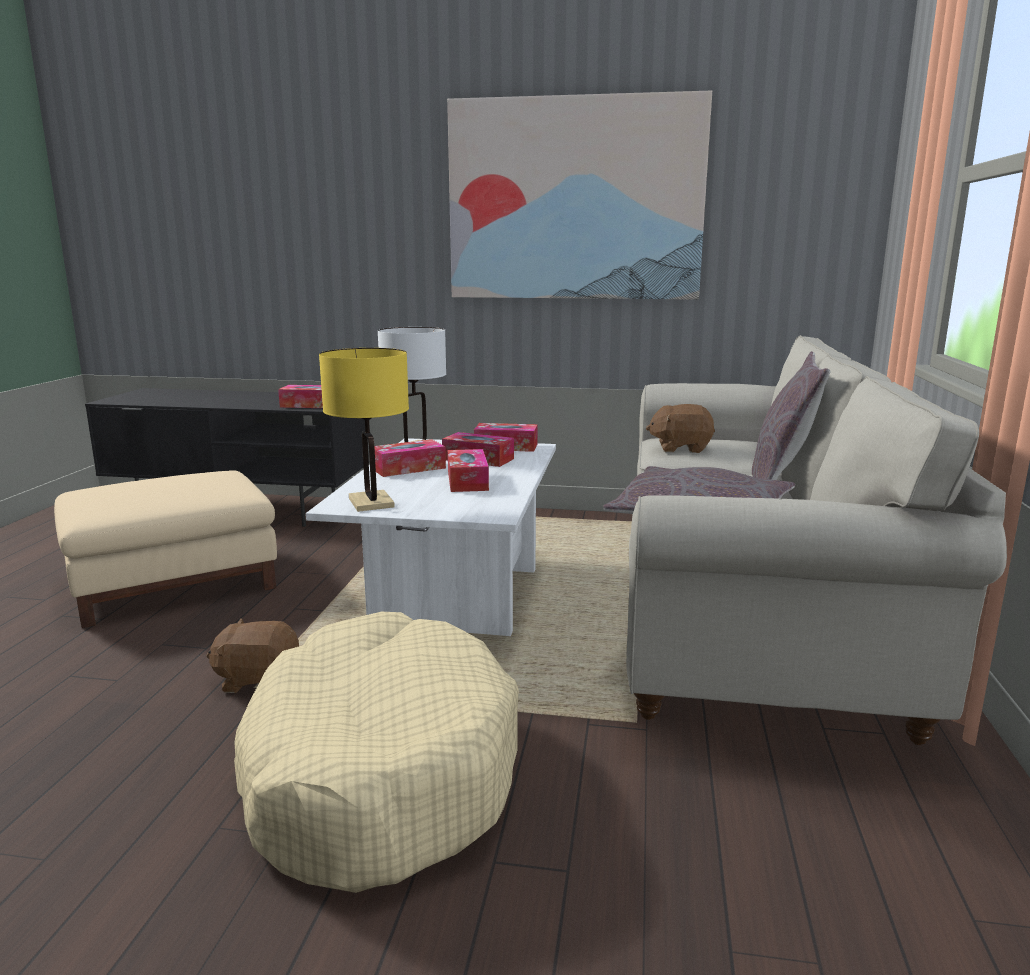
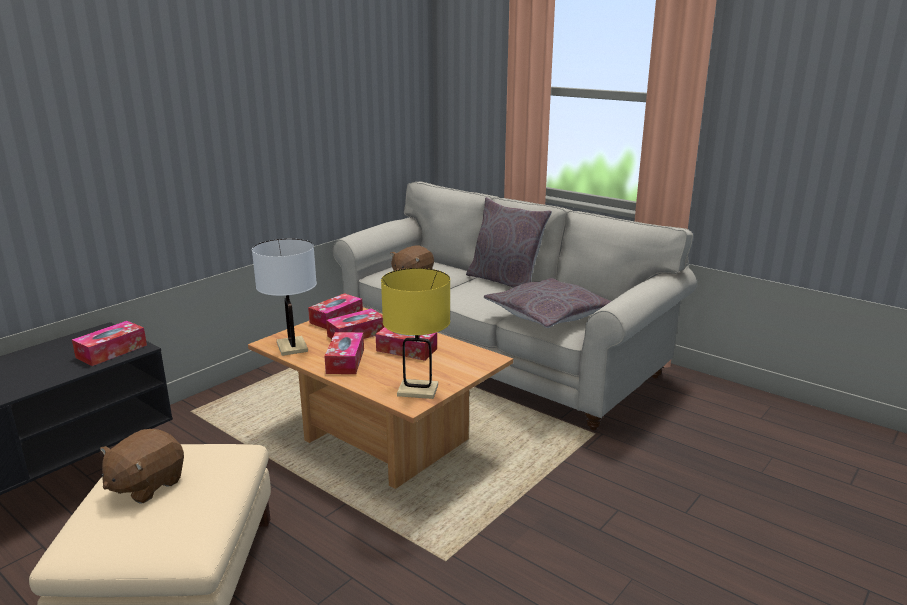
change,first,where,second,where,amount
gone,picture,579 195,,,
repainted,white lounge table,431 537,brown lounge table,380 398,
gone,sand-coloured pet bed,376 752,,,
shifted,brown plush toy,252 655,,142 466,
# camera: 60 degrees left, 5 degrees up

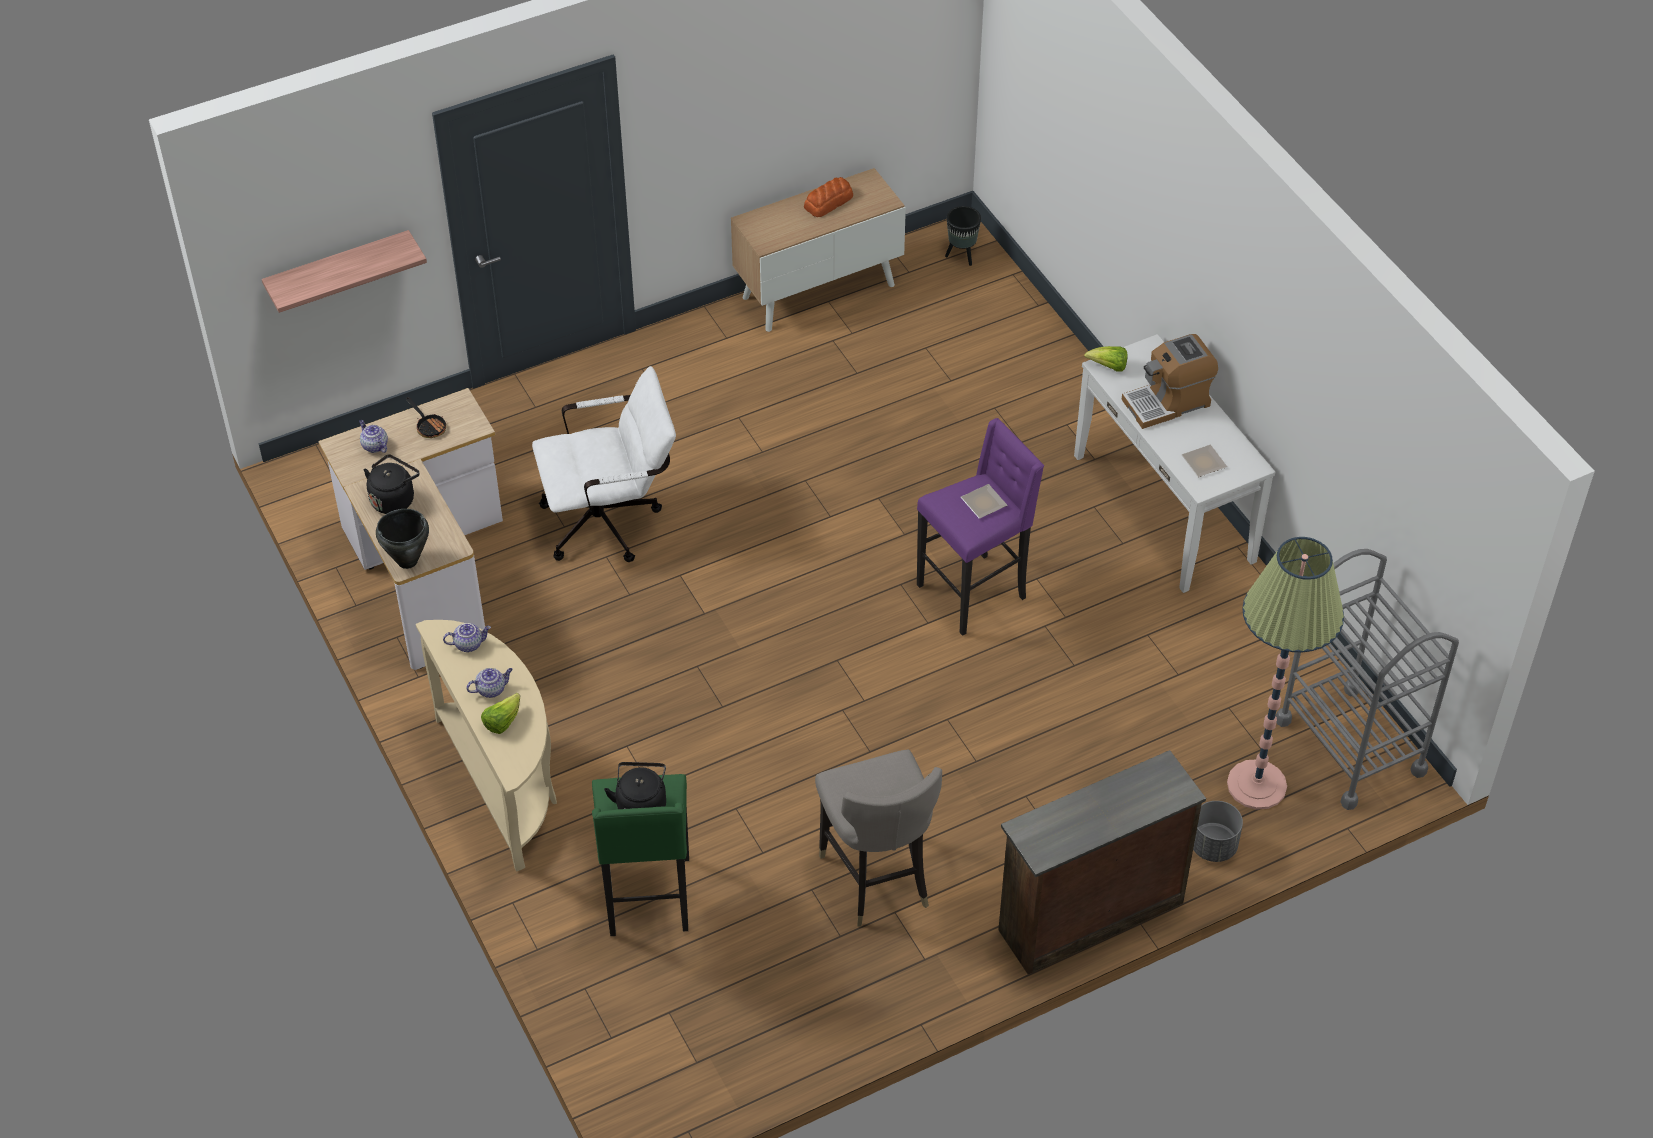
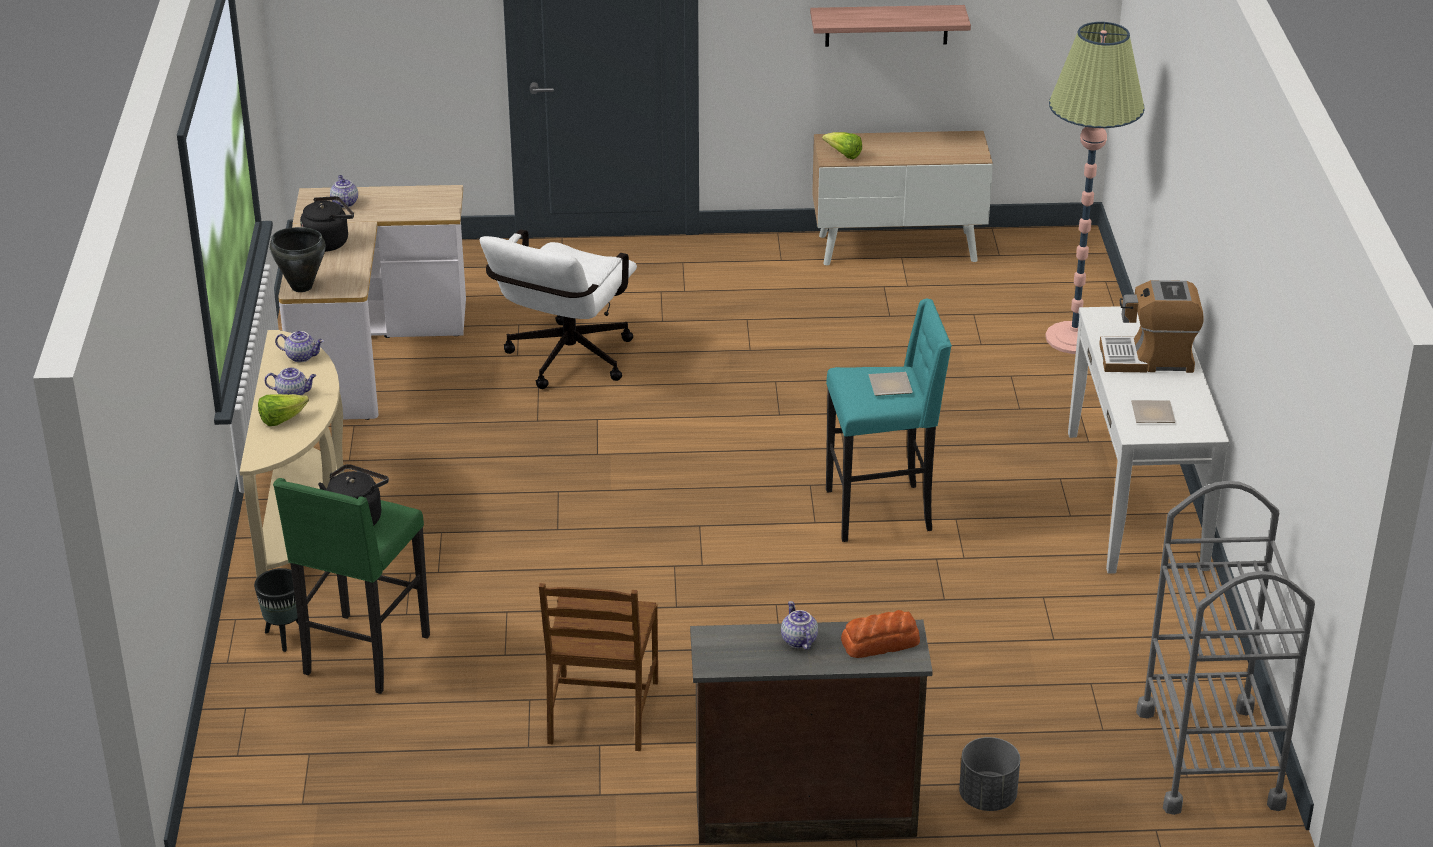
change,first,where,second,where,amount
shifted,baked bread,828 197,,880 634,
shifted,black-coloured planter,963 236,,276 610,
shifted,shelf,344 271,,890 26,
shifted,head of lettuce,1106 359,,842 145,
rotated,white computer chair,604 464,,558 309,105 degrees clockwise
gone,frying pan,426 417,,,
repainted,purple-coloured stool seat,980 527,blue-green stool seat,889 420,
shifted,standard lamp,1285 673,,1095 188,
swapped,grey stool seat,878 838,brown chair,598 667,
new,,,pot for tea,799 625,
# camera: 25 degrees right, 15 degrees down

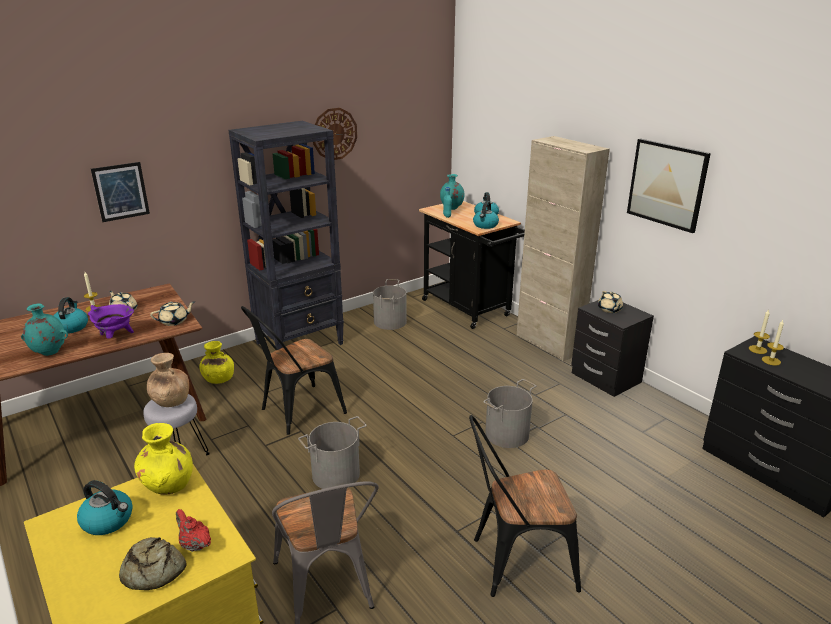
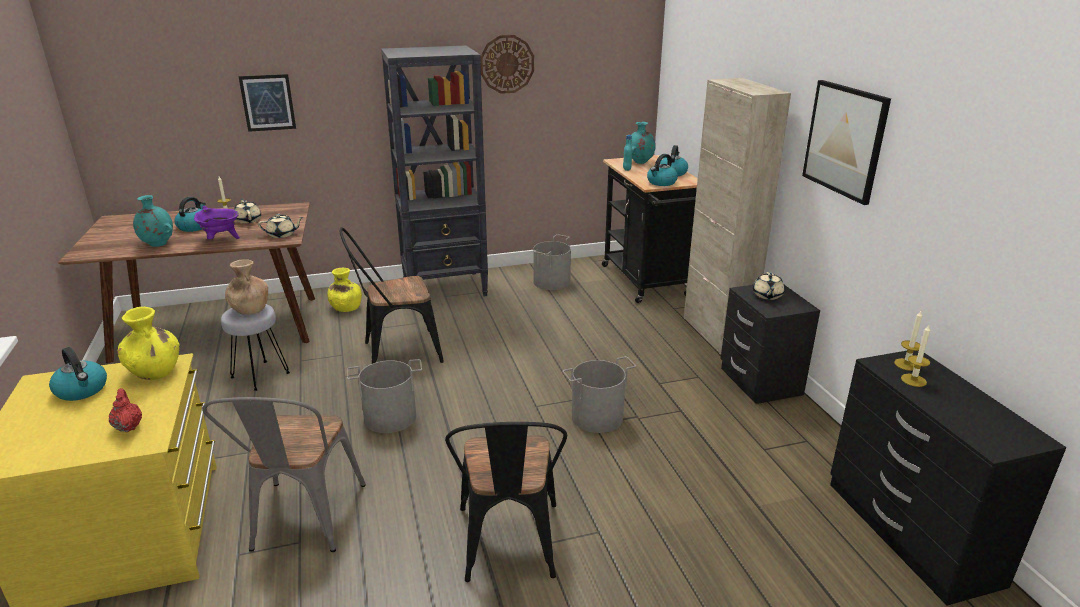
change,first,where,second,where,amount
rotated,black-coloured chair,525 506,,506 502,105 degrees counterclockwise
gone,baked bread,153 563,,,
# camera: 20 degrees right, 0 degrees up

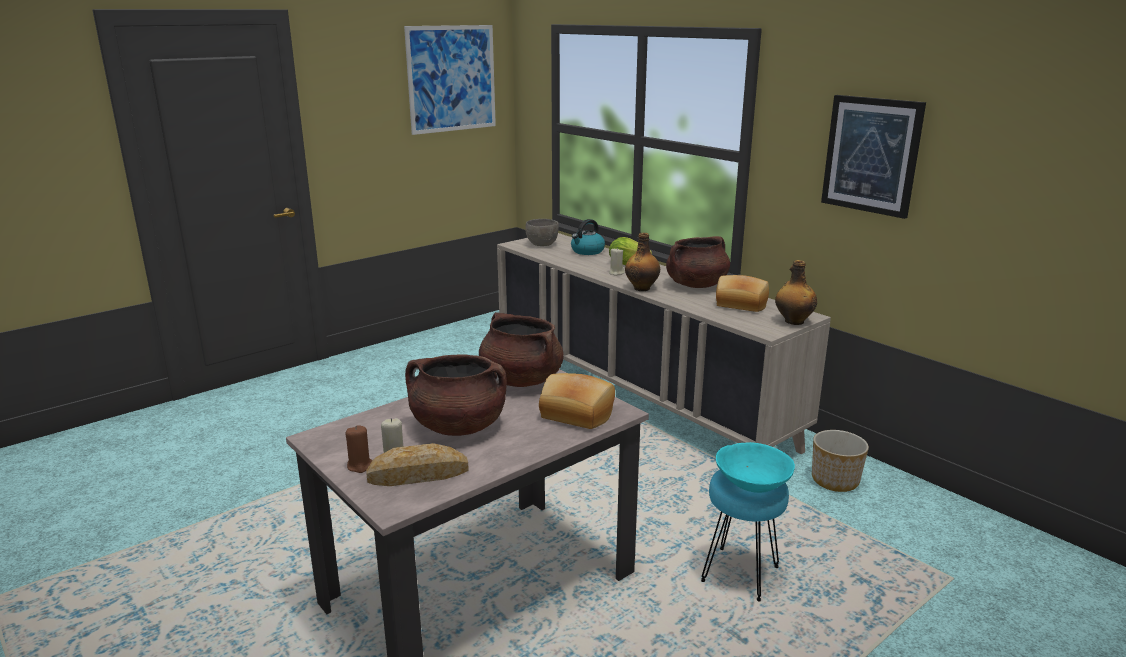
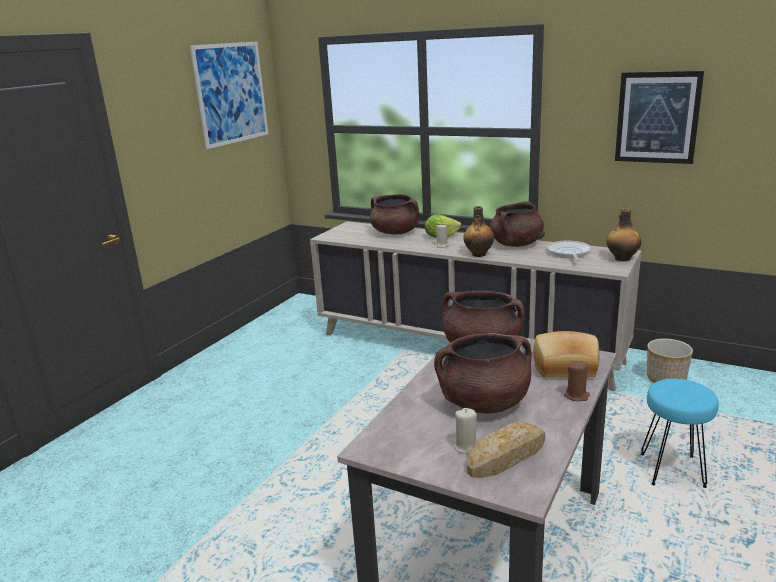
change,first,where,second,where,amount
gone,grey bowl,542 232,,,
swapped,kettle,588 237,brown saucepot,394 214,
swapped,baked bread,742 293,frying pan,569 251,
shifted,brown candle,359 449,,577 381,
gone,blue-green bowl,755 467,,,
# camera: 20 degrees left, 0 degrees up

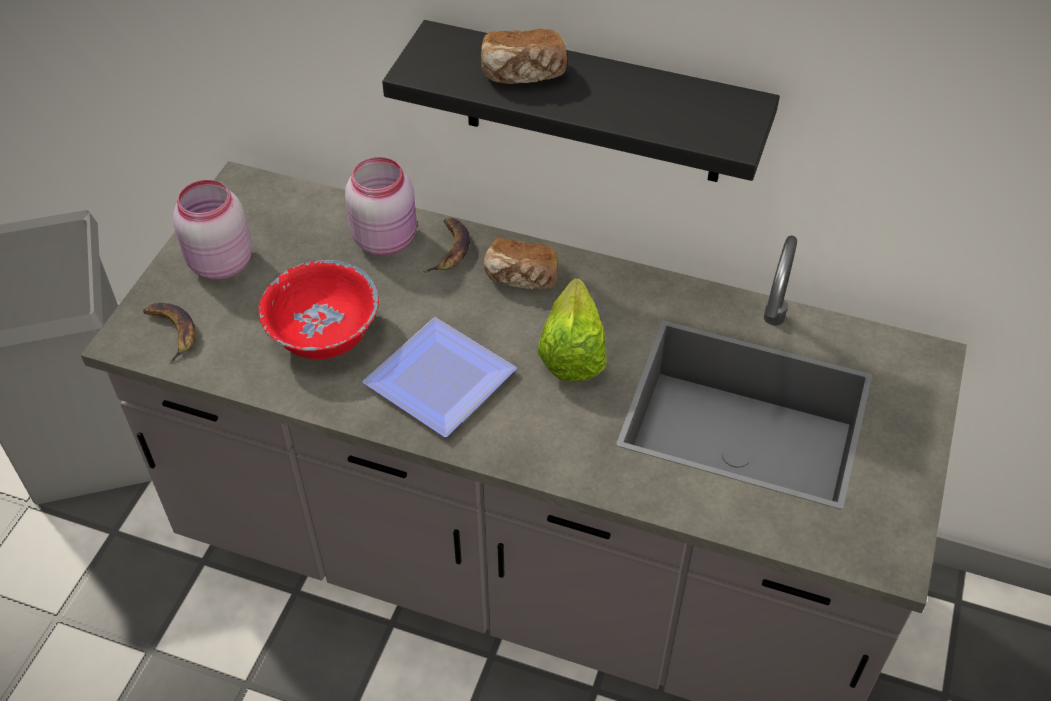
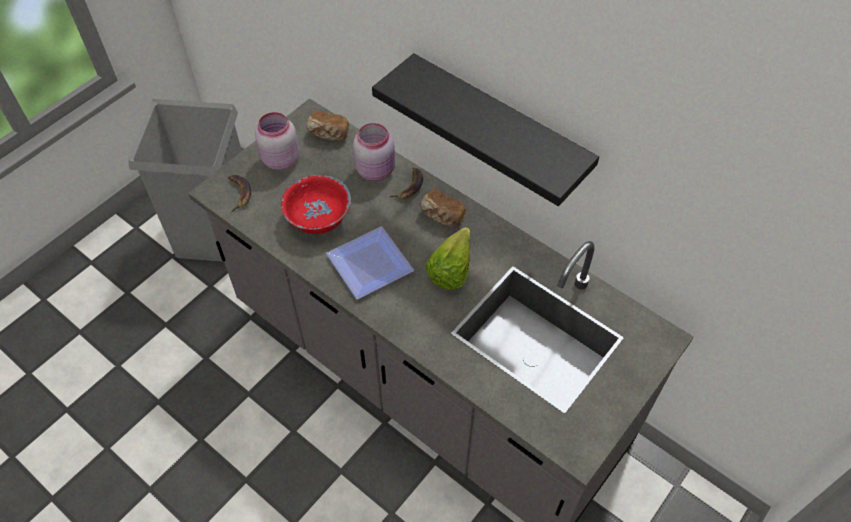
change,first,where,second,where,amount
shifted,baked bread,524 56,,327 125,
# camera: 20 degrees right, 5 degrees up

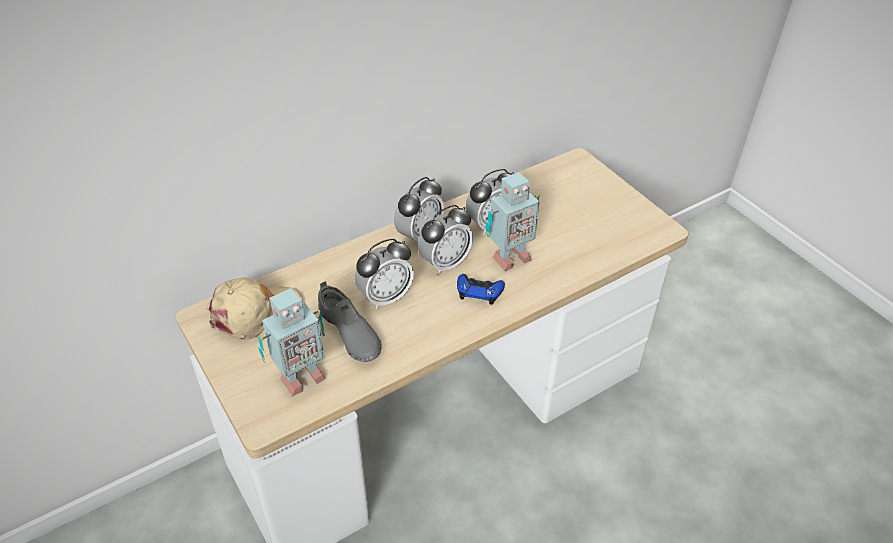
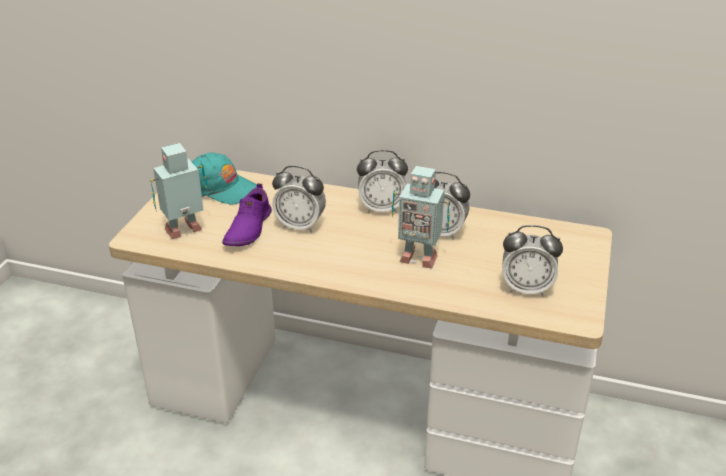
change,first,where,second,where,amount
shifted,alarm clock,445 240,,532 260,
gone,blue joypad,481 289,,,
repainted,sand-coloured peaked cap,254 309,blue-green peaked cap,224 178,
repainted,grey low shoe,350 321,purple-coloured low shoe,247 214,
rotated,robot figure,292 342,,179 191,135 degrees clockwise
# camera: 50 degrees right, 10 degrees down

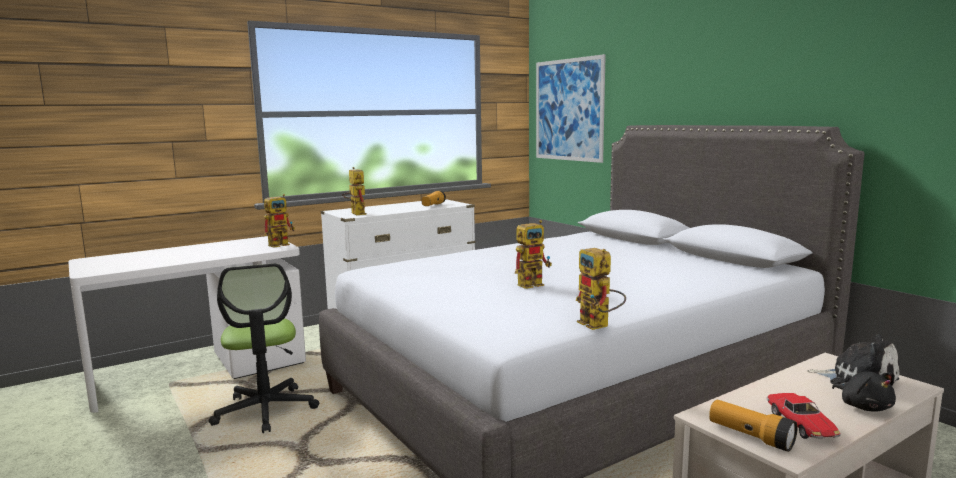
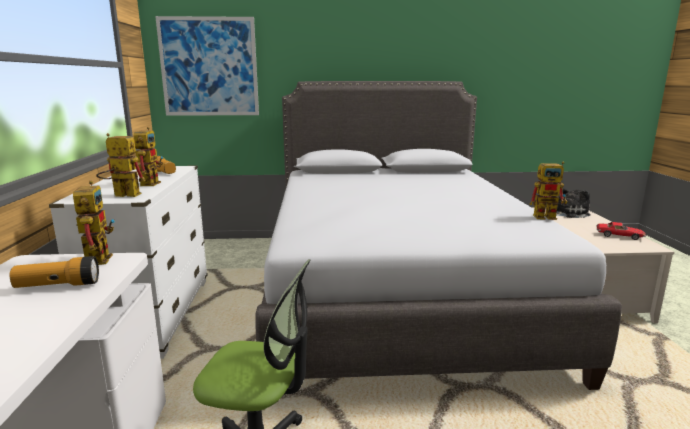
change,first,where,second,where,amount
shifted,robot figure,533 254,,148 156,
gone,black-coloured plush toy,864 391,,,
shifted,flashlight,753 426,,54 272,
# camera: 60 degrees left, 5 degrees up

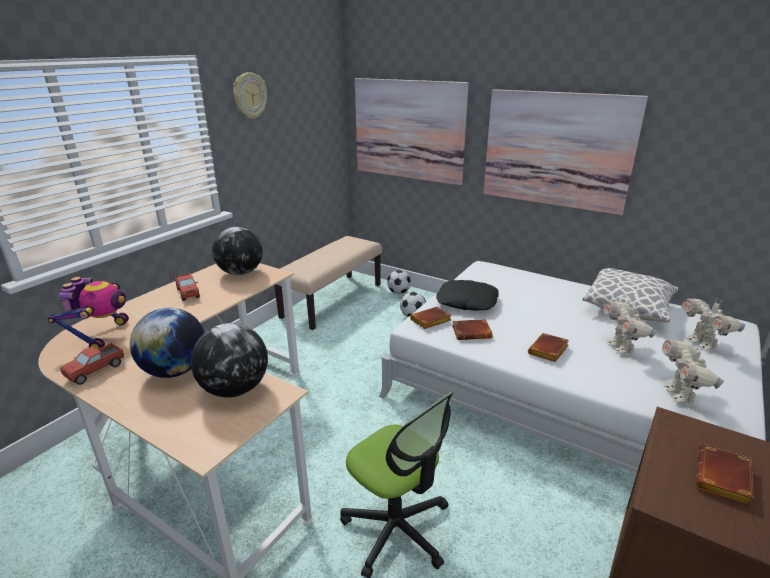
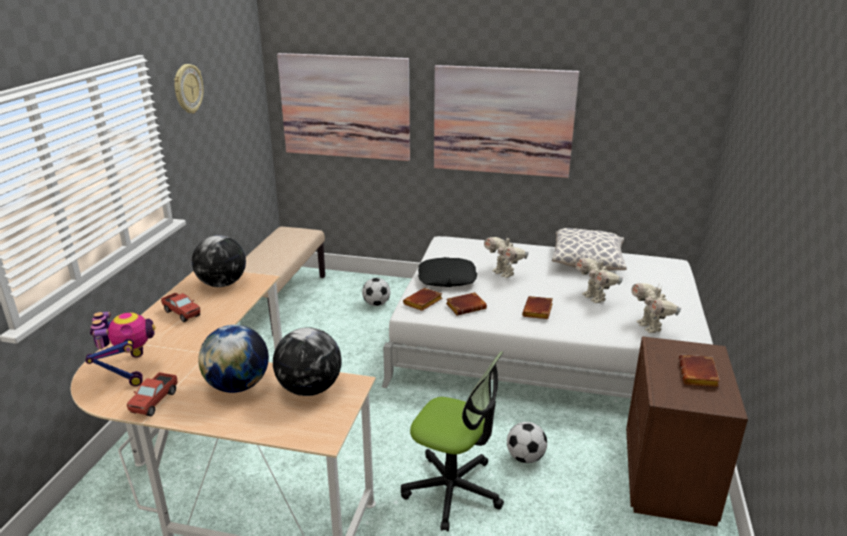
change,first,where,second,where,amount
shifted,football,399 282,,527 442,
shifted,robot figure,713 324,,506 257,
# camera: 20 degrees left, 0 degrees up

